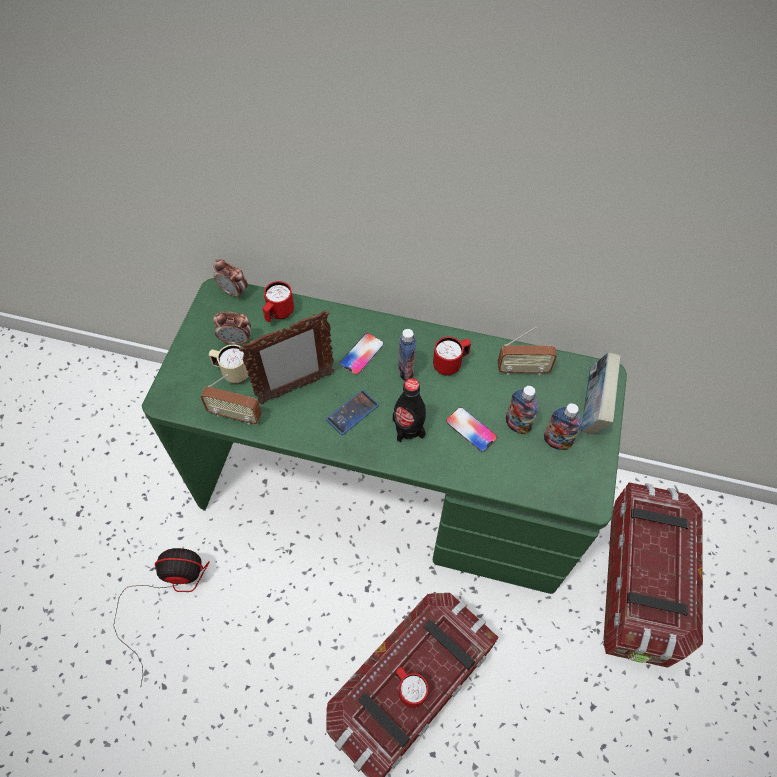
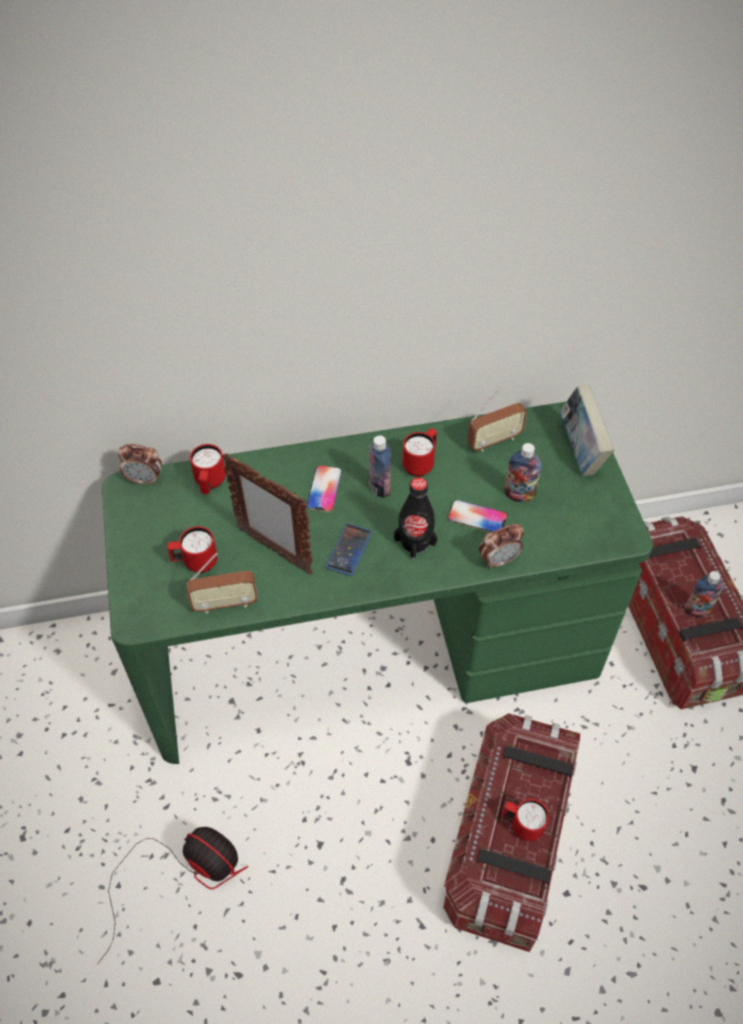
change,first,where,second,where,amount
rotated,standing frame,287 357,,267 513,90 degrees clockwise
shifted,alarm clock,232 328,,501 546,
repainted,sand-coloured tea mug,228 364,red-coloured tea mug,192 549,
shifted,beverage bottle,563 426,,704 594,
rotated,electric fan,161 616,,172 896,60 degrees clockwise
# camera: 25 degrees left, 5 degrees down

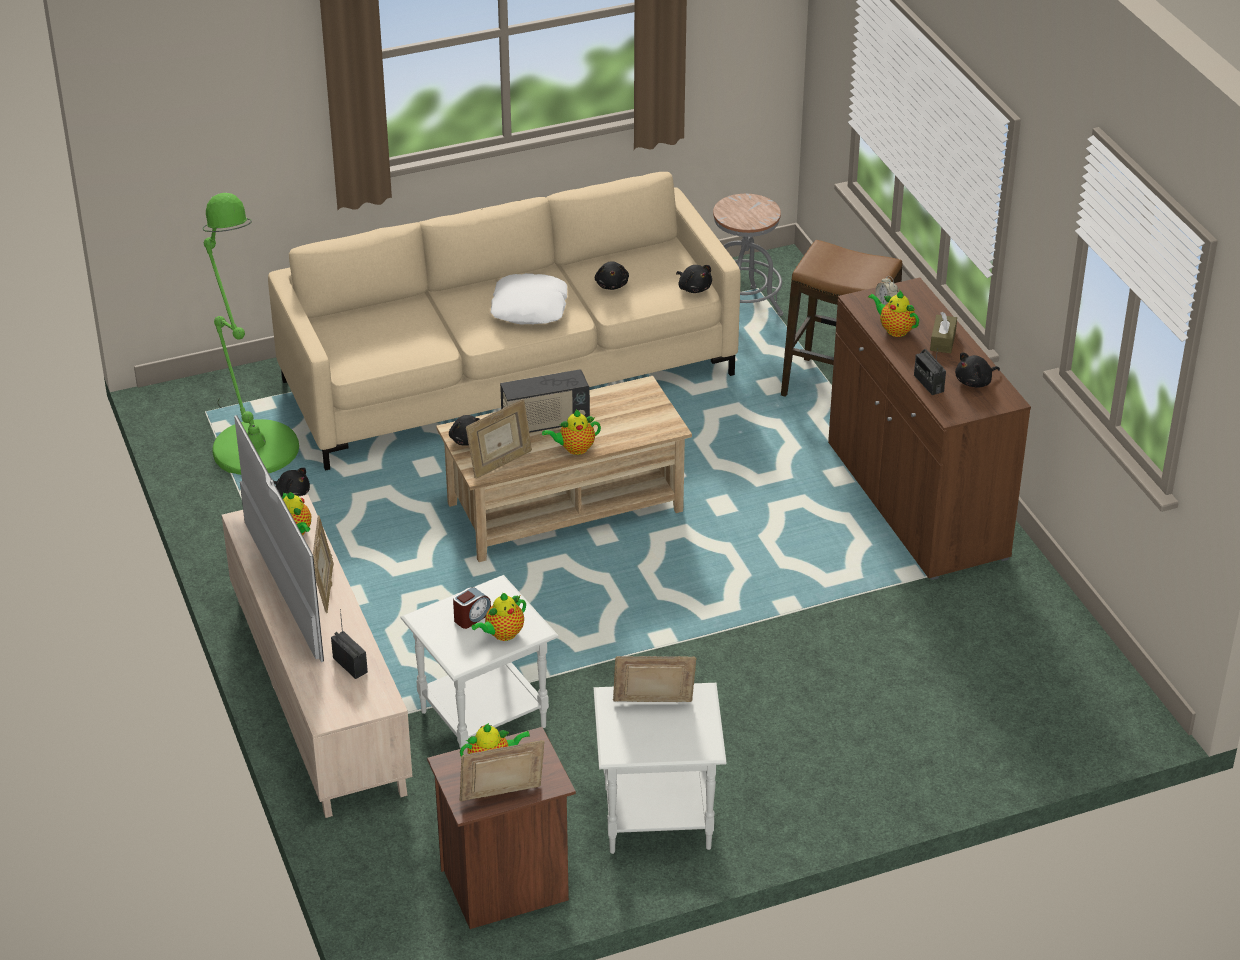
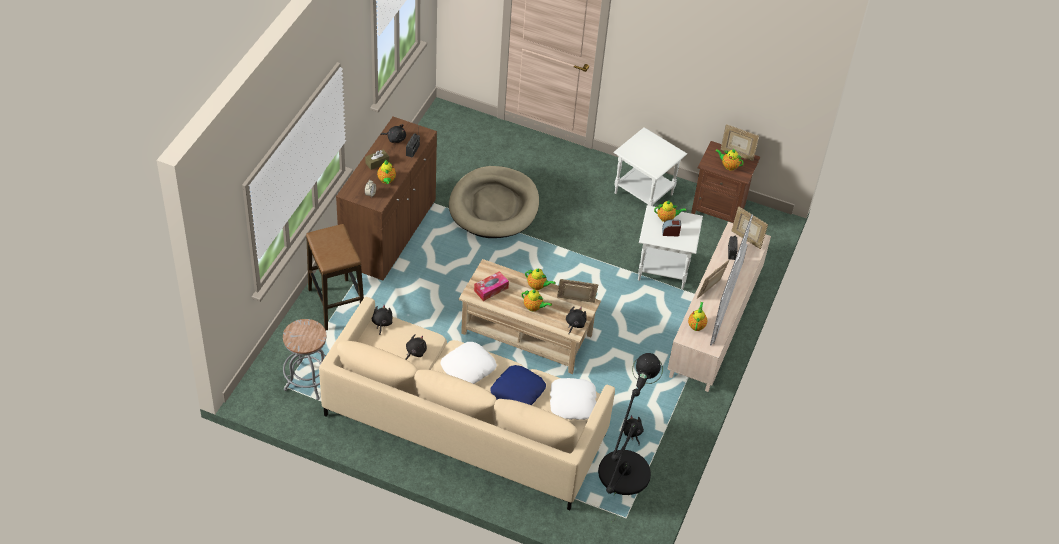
change,first,where,second,where,amount
repainted,greenish standard lamp,250 334,black-coloured standard lamp,630 437,
swapped,radio set,545 401,pot for tea,536 300,
shifted,standing frame,654 679,,749 227,
new,,,sand-coloured pet bed,494 202,
new,,,tissue holder,491 286,
new,,,blue cushion,518 385,
new,,,white cushion,573 399,
# camera: 140 degrees left, 10 degrees up

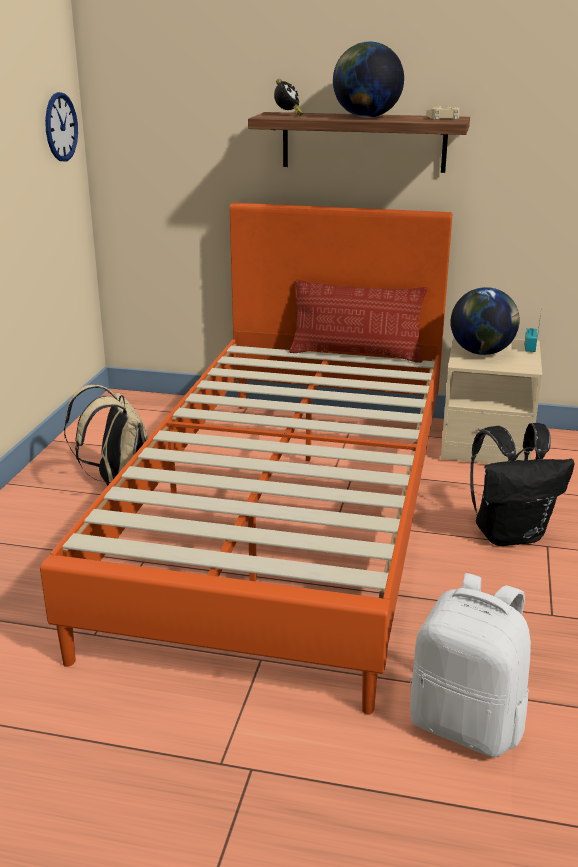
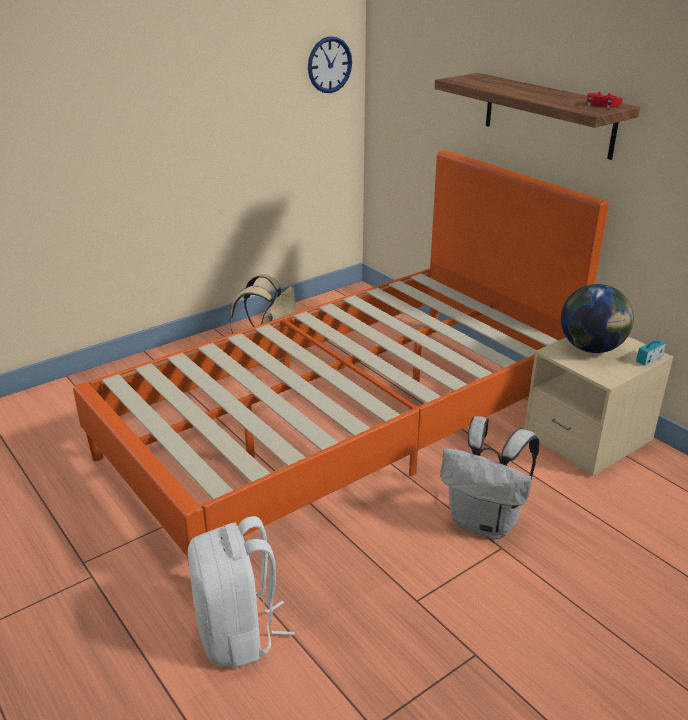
change,first,where,second,where,amount
gone,desk globe,368 79,,,
gone,alarm clock,288 97,,,
repainted,sand-coloured joypad,443 113,red-coloured joypad,604 100,
gone,cushion,358 321,,,
repainted,black-coloured knapsack,522 484,white knapsack,490 477,
# camera: 40 degrees right, 5 degrees up

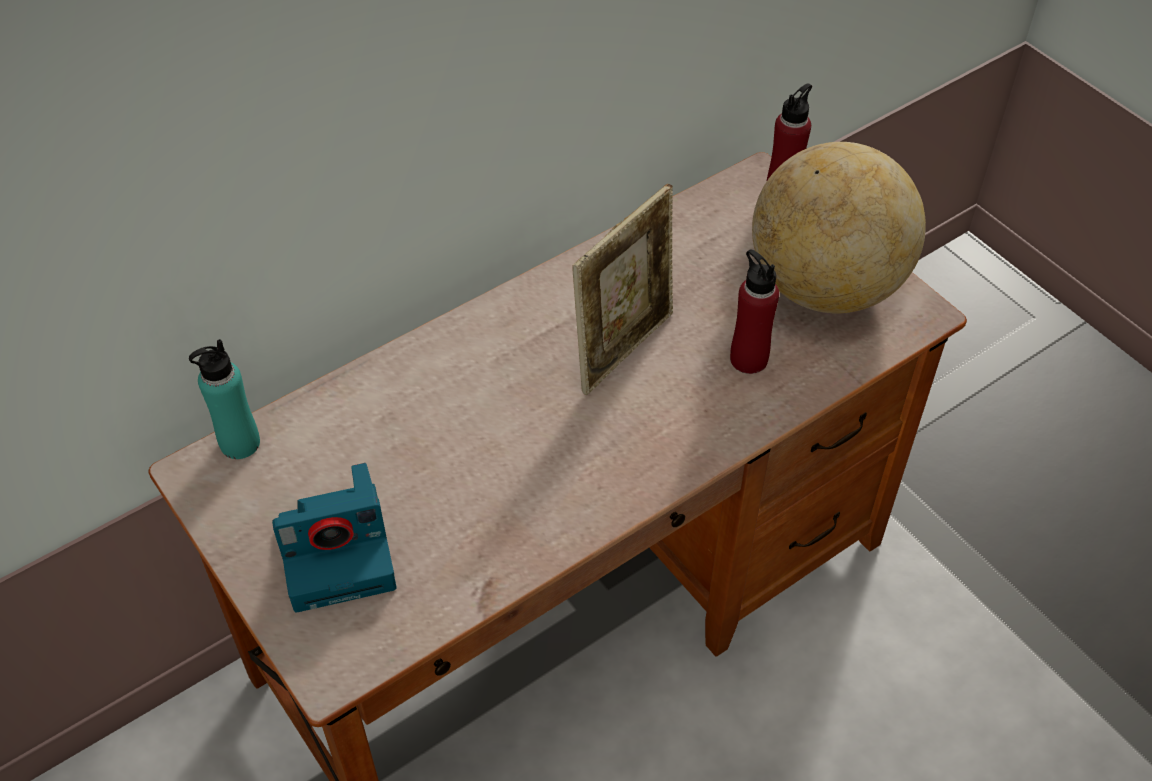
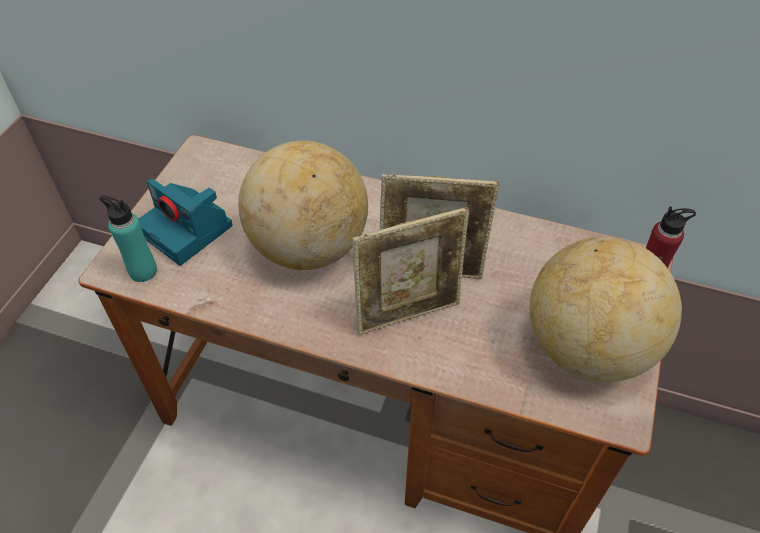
change,first,where,second,where,amount
gone,red-coloured beverage bottle,754 312,,,
shifted,blue-green beverage bottle,224 399,,128 238,
new,,,desk globe,303 205,
new,,,standing frame,410 271,
# camera: 55 degrees right, 0 degrees up

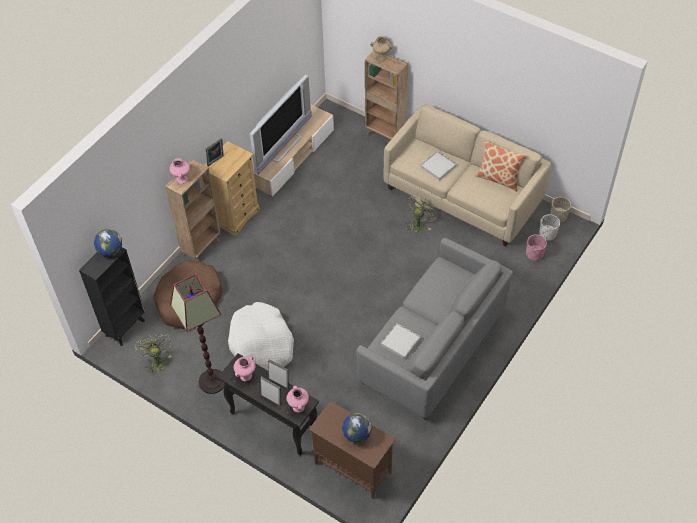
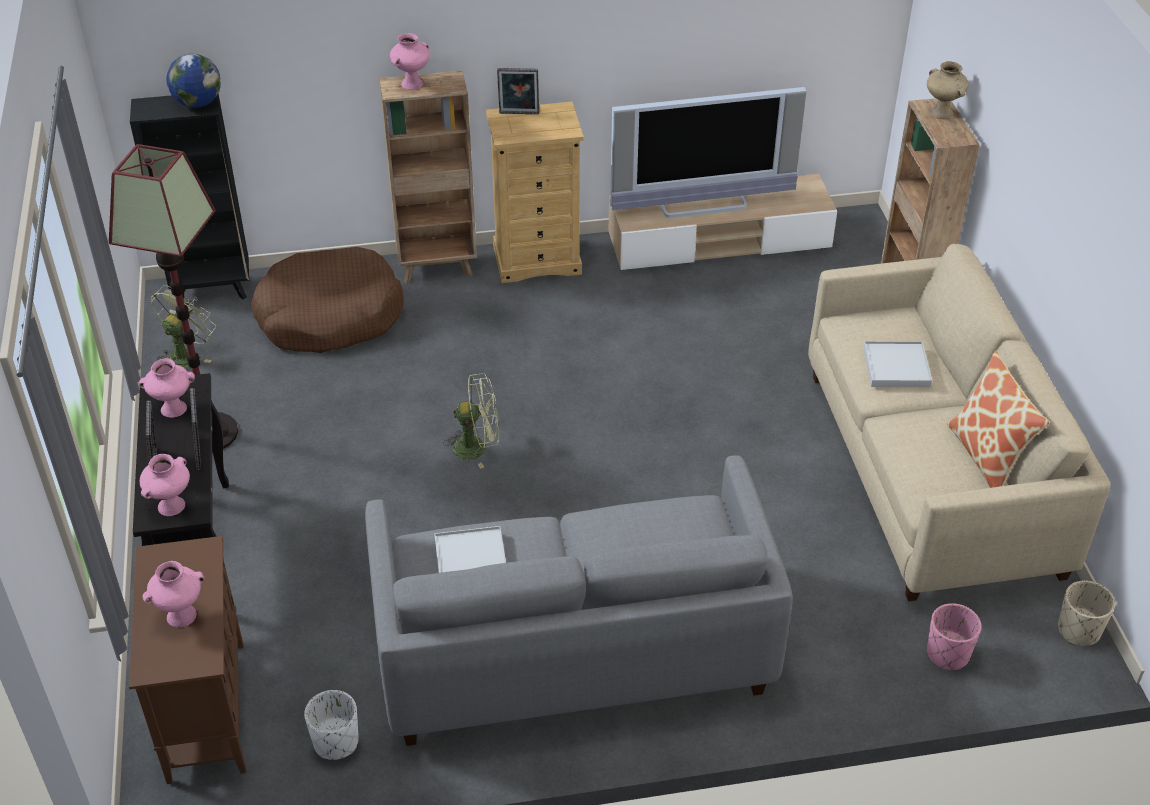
change,first,where,second,where,amount
shifted,greenish electric fan,422 213,,471 421,
shifted,white planter,549 227,,331 725,
gone,white pet bed,261 336,,,
swapped,desk globe,357 428,pinkish vase,173 594,
# camera: 45 degrees right, 10 degrees down

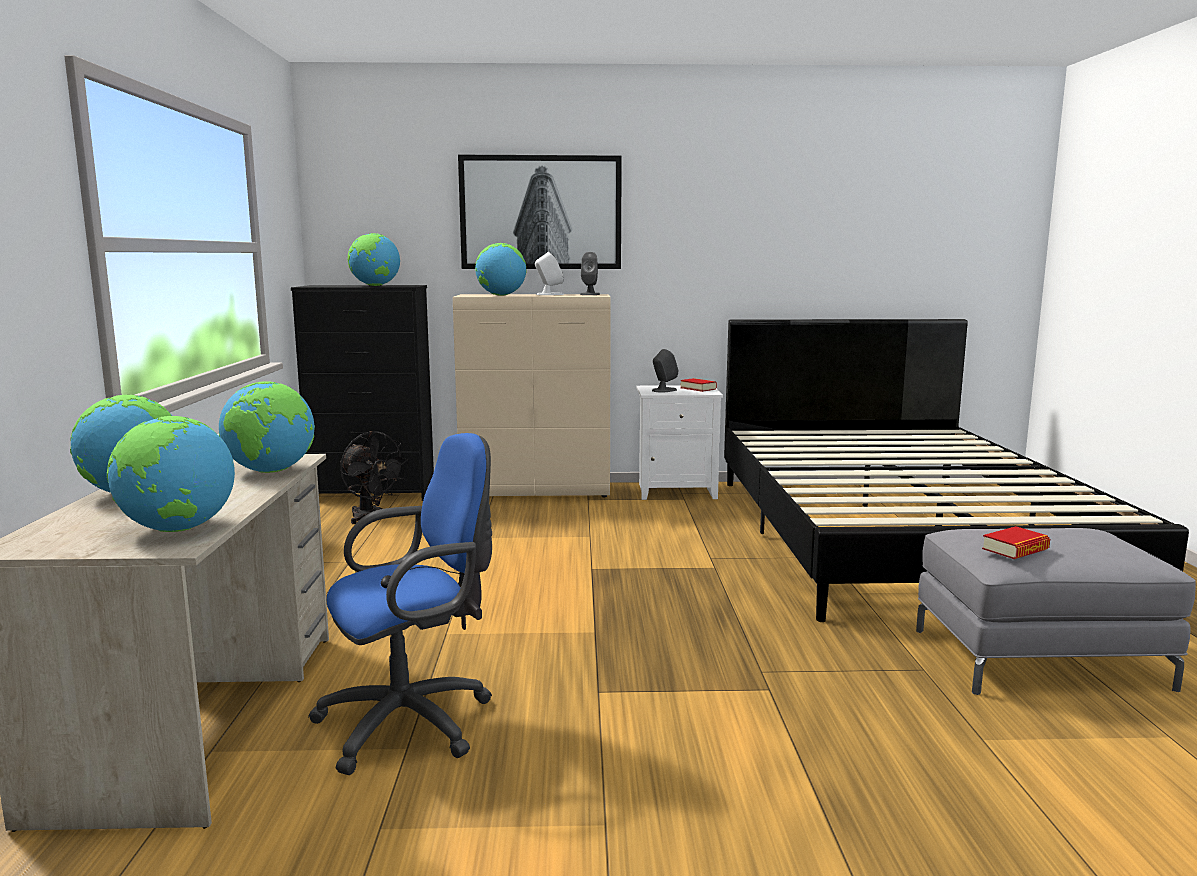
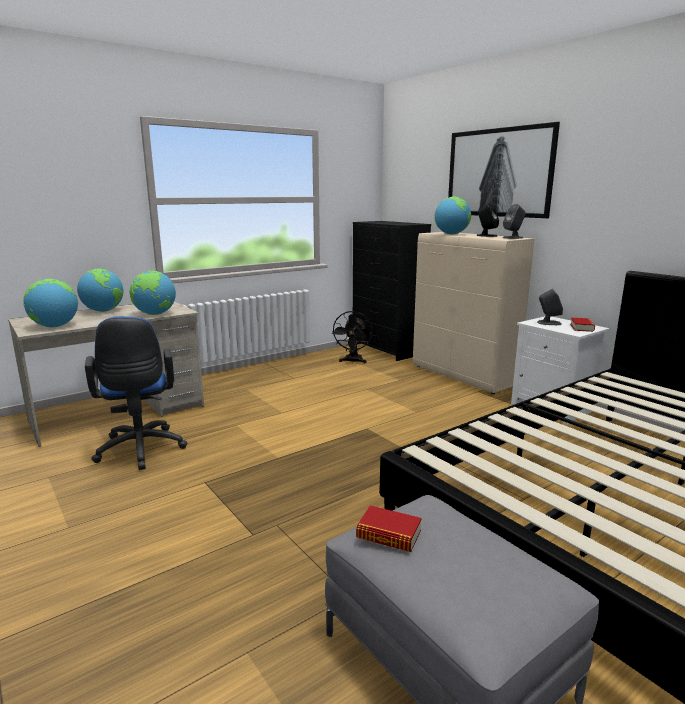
change,first,where,second,where,amount
gone,desk globe,374 259,,,
repainted,white audio speaker,549 273,black-coloured audio speaker,488 220,
rotated,blue computer chair,400 604,,136 393,45 degrees clockwise
# camera: 55 degrees right, 5 degrees up

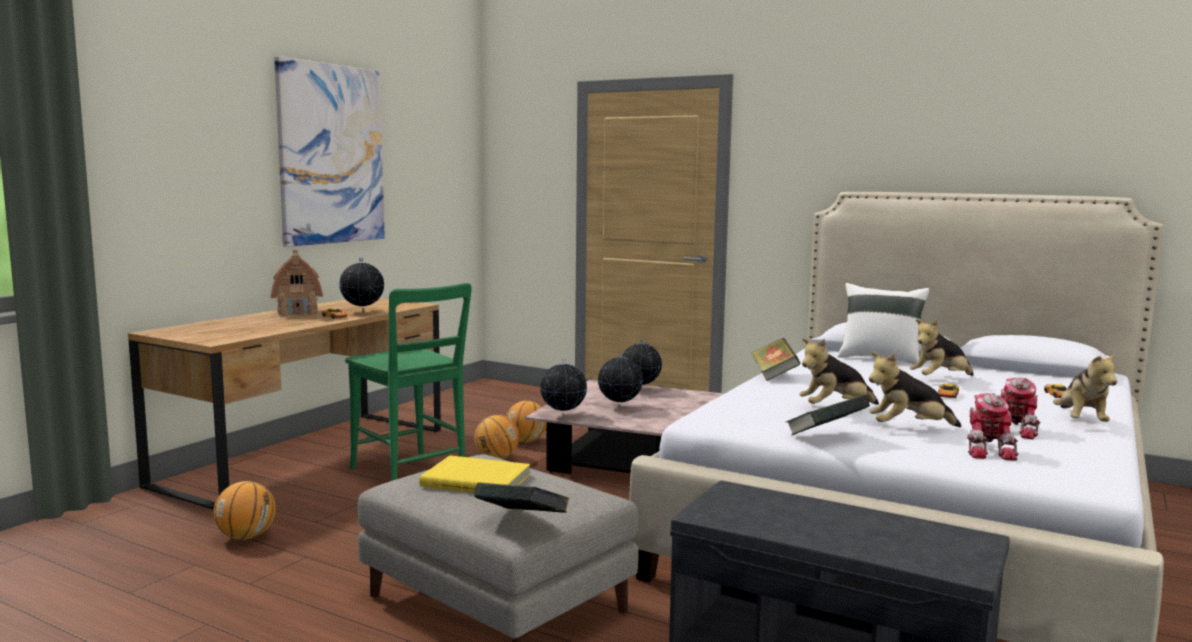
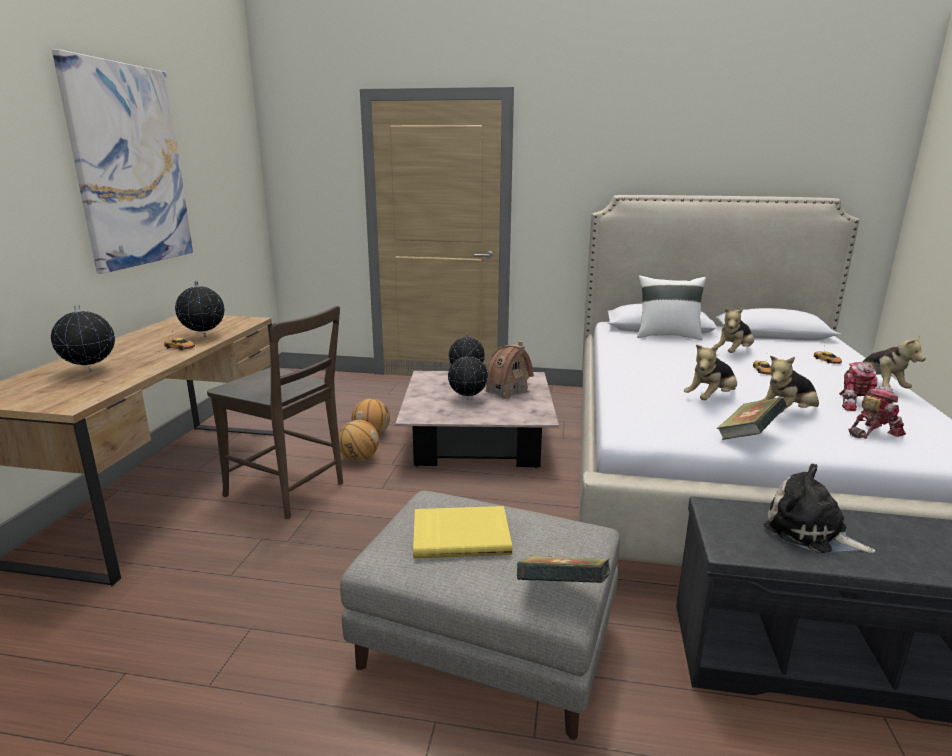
change,first,where,second,where,amount
shifted,miniature house,297 283,,509 370,
repainted,greenish chair,408 382,brown chair,275 412,
gone,book,776 359,,,
shifted,desk globe,563 388,,83 337,
rotated,robot figure,992 427,,877 412,105 degrees counterclockwise
gone,basketball,245 510,,,
new,,,plush toy,820 508,
# camera: 20 degrees left, 10 degrees up

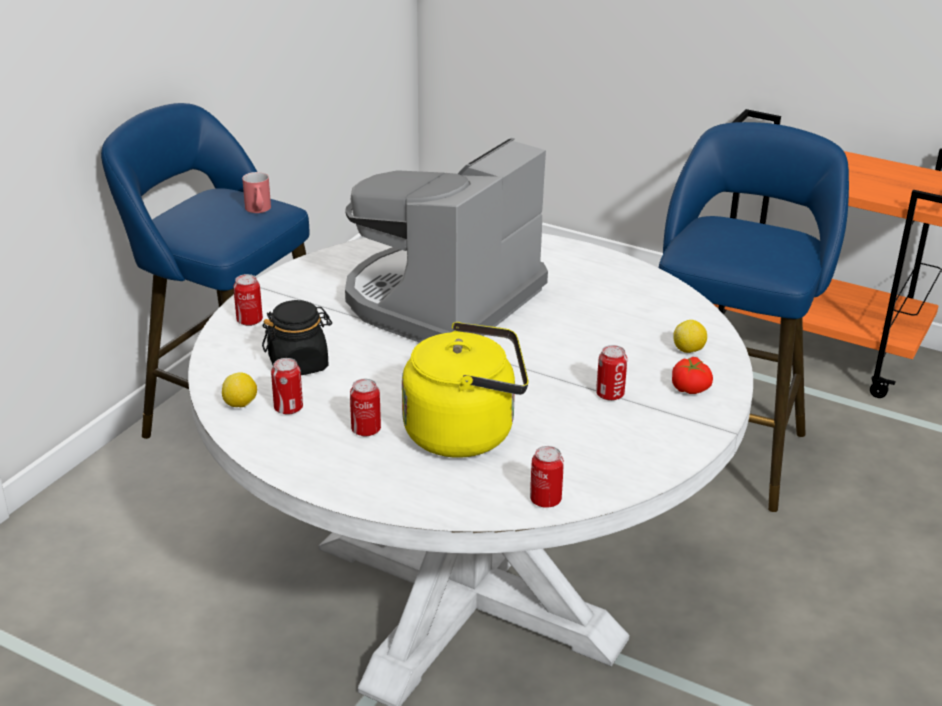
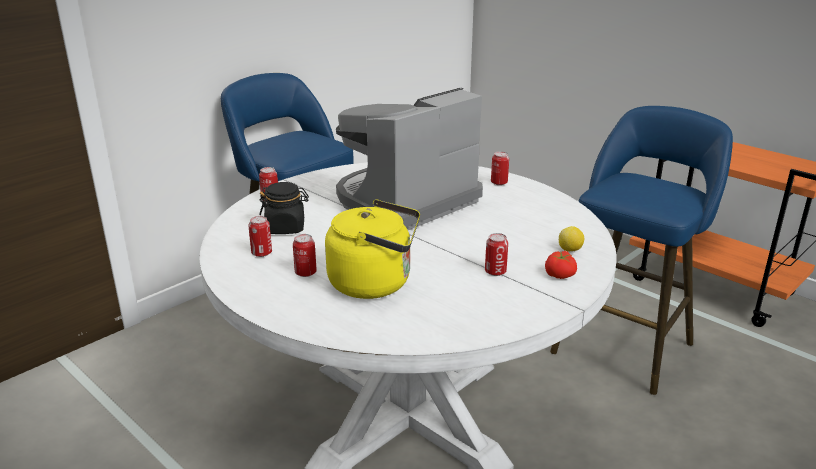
change,first,where,second,where,amount
gone,red-coloured tea mug,256 192,,,
gone,lemon,239 389,,,
shifted,can,547 477,,500 168,
# camera: 15 degrees right, 5 degrees down

